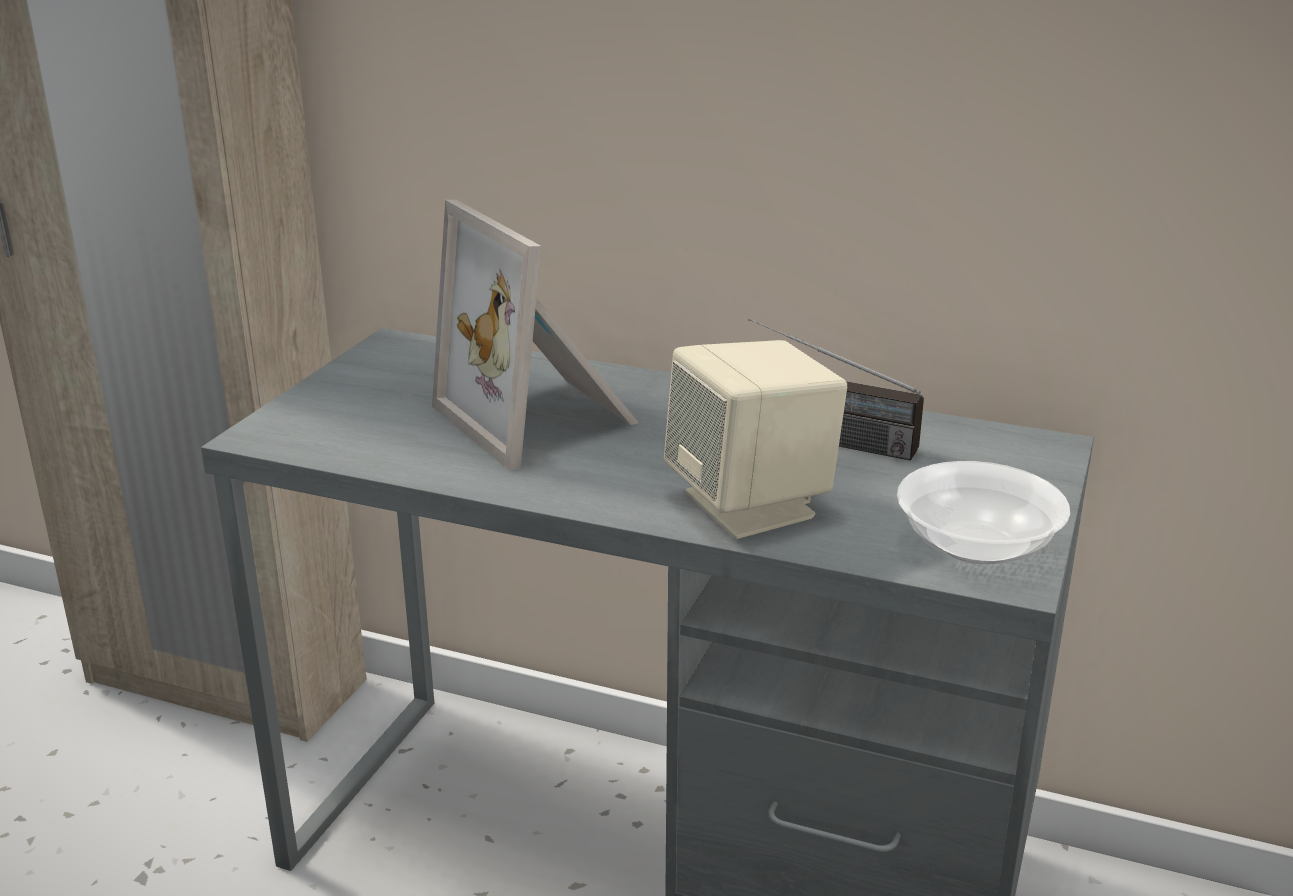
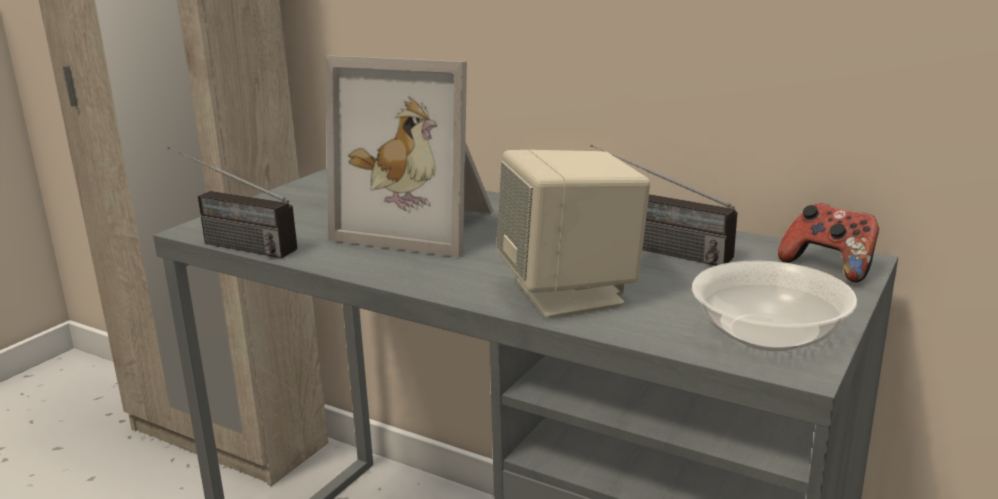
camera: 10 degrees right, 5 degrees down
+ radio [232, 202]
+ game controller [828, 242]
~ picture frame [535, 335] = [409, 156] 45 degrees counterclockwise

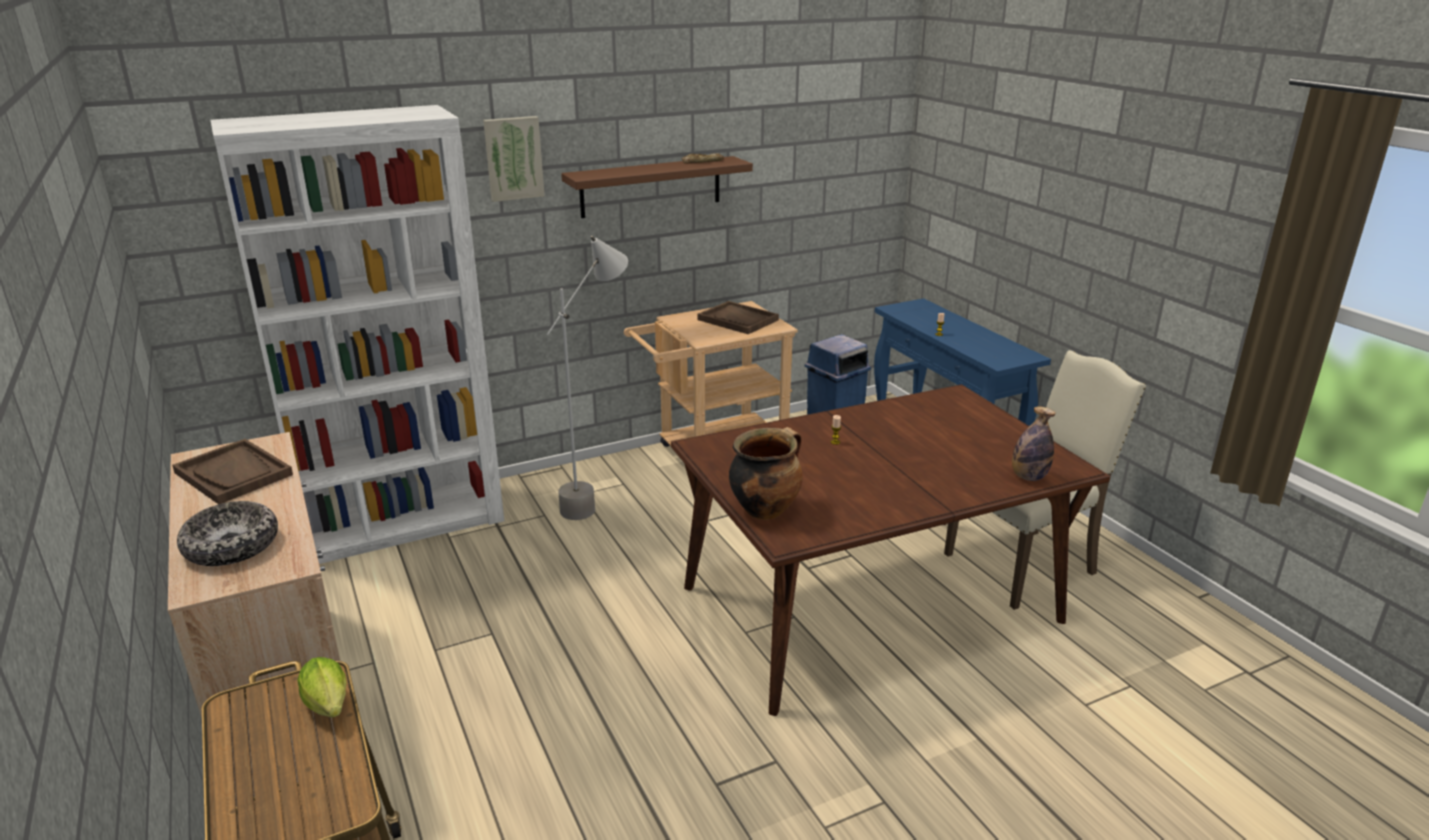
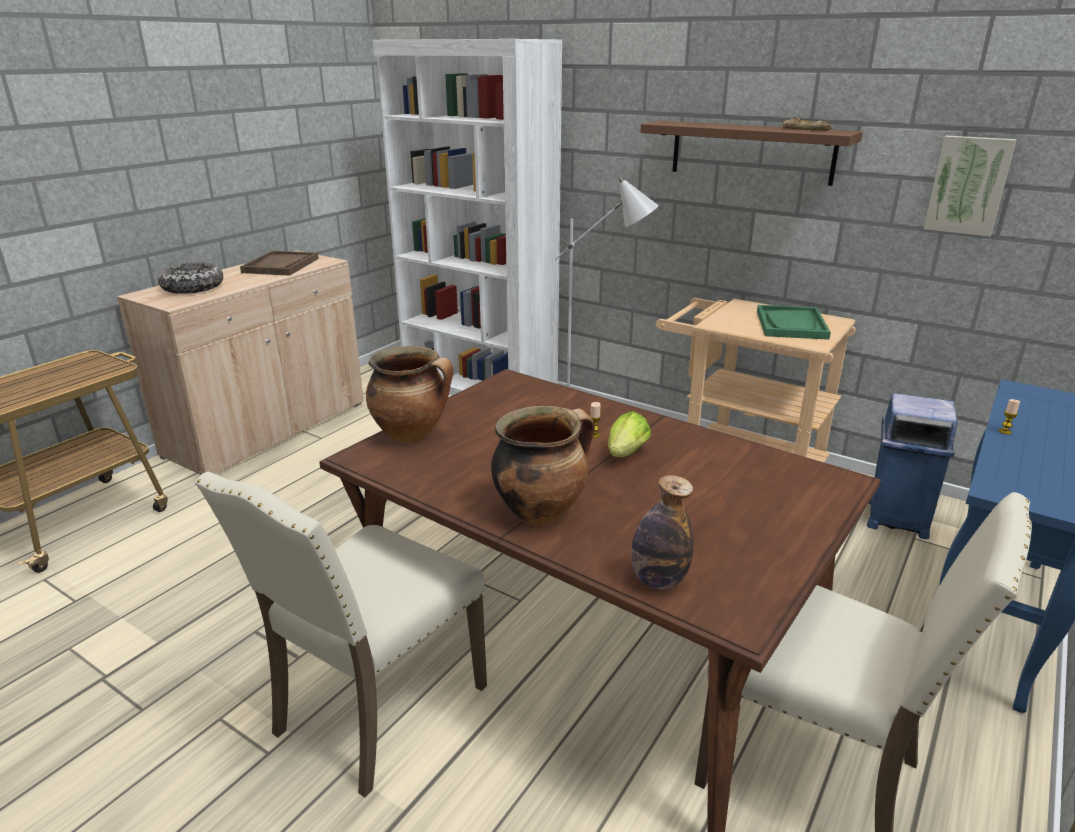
camera: 60 degrees right, 0 degrees up
+ chair (beige) [341, 635]
+ cooking pot [543, 465]
~ lettuce [322, 687] to [629, 434]
~ picture [514, 159] to [970, 186]
~ tray (brown) [738, 317] to tray (green) [794, 322]

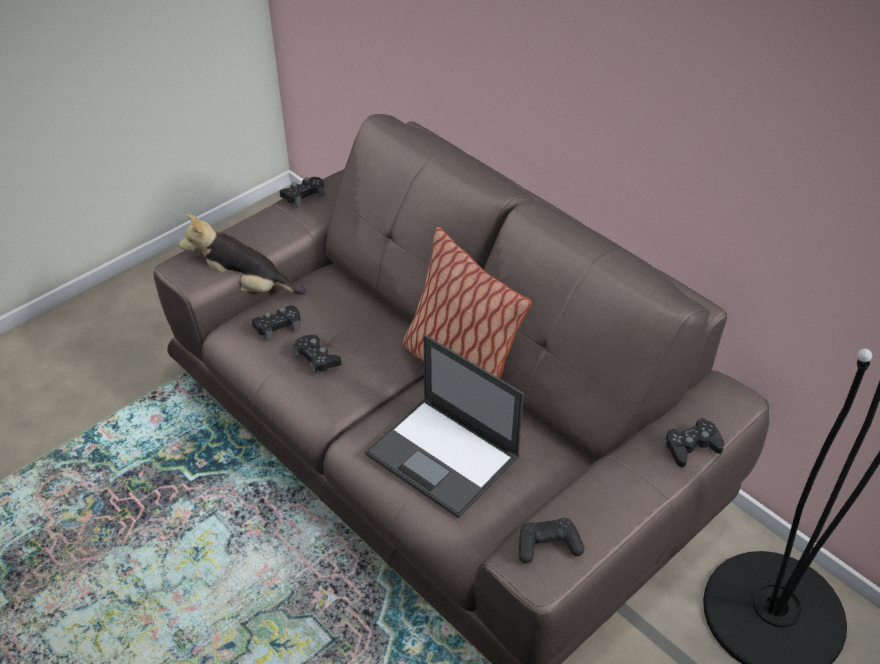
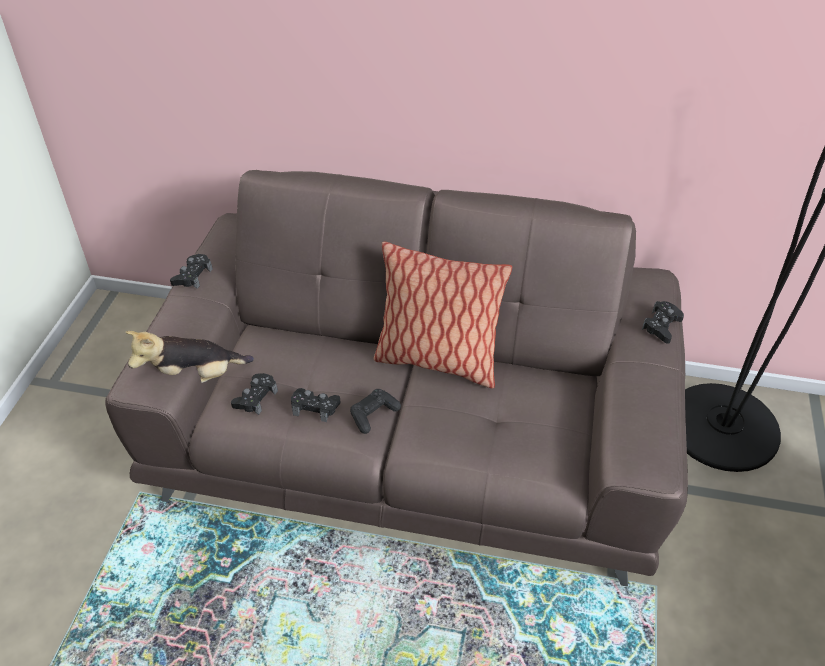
camera: 35 degrees left, 0 degrees up
- laptop [444, 427]
~ game controller (black) [551, 541] to [375, 411]

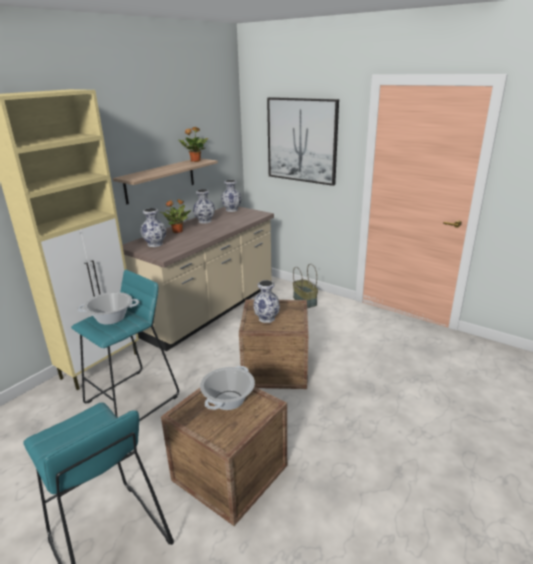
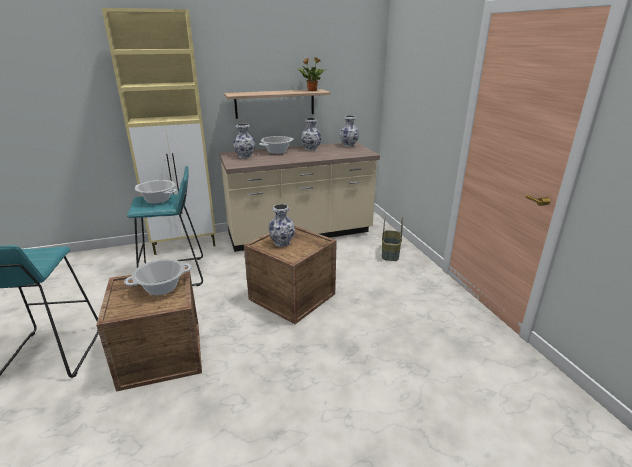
camera: 35 degrees right, 0 degrees up
- picture [303, 141]
~ potted plant [175, 216] to cooking pot [276, 145]

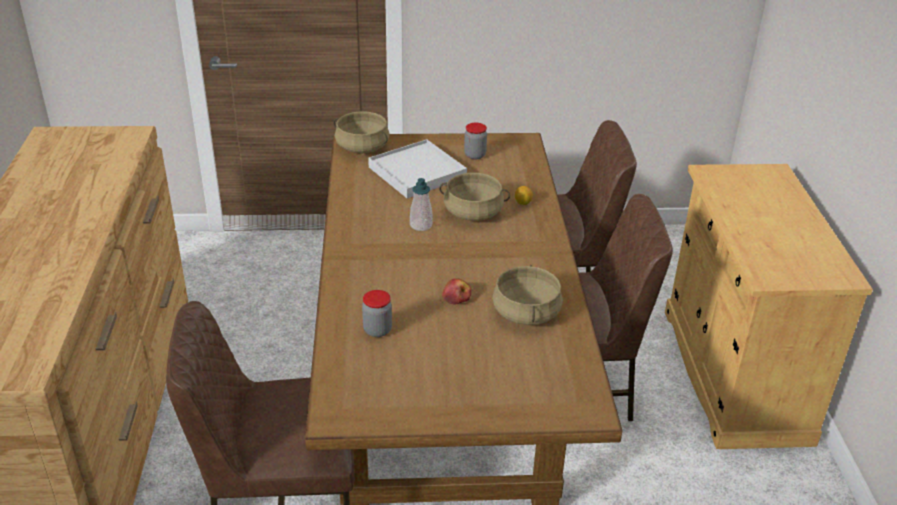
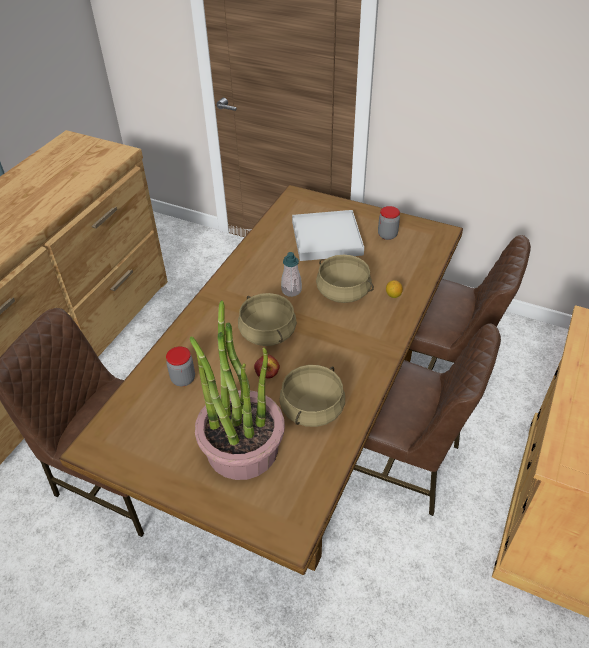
camera: 30 degrees right, 10 degrees up
+ potted plant [237, 390]
~ cooking pot (beige) [361, 132] to [267, 319]

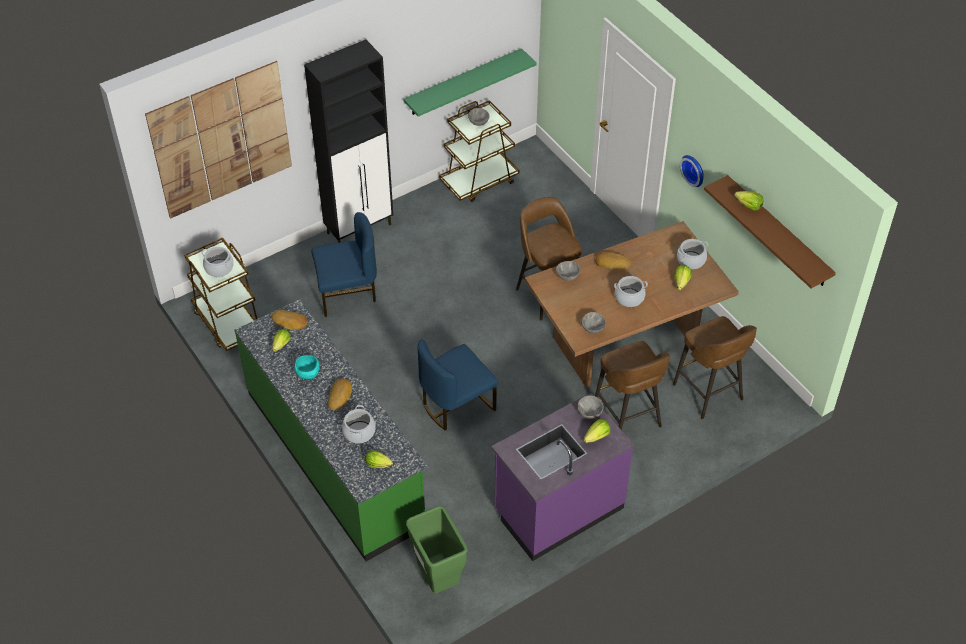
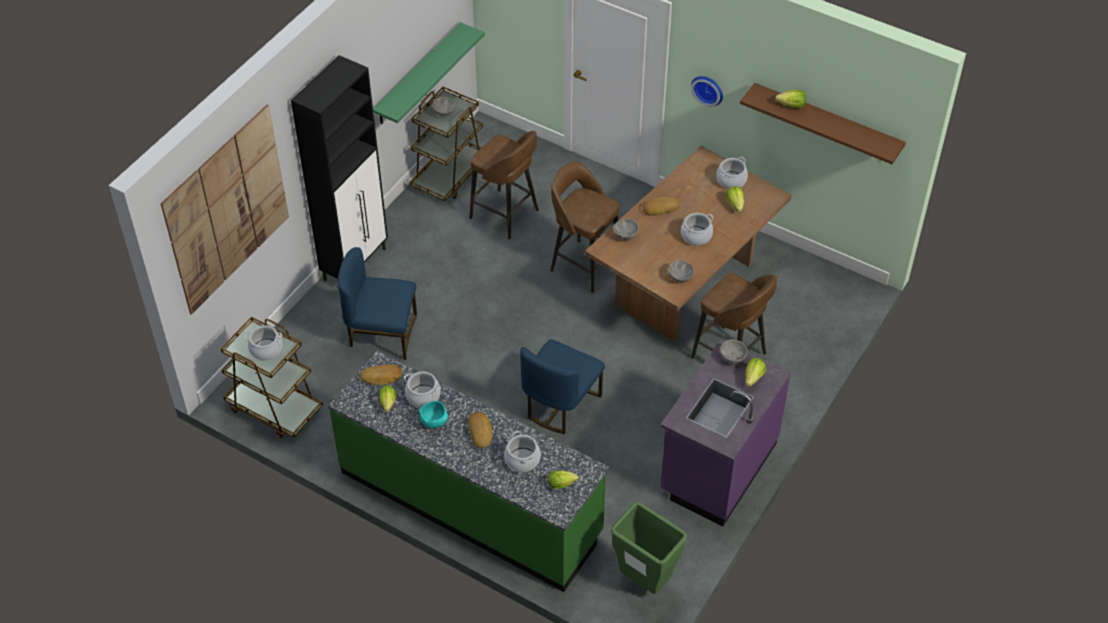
camera: 25 degrees left, 0 degrees up
+ cooking pot [422, 389]
~ stool (brown) [715, 367] to [504, 185]
~ chair (blue) [344, 264] = [377, 303] 135 degrees counterclockwise

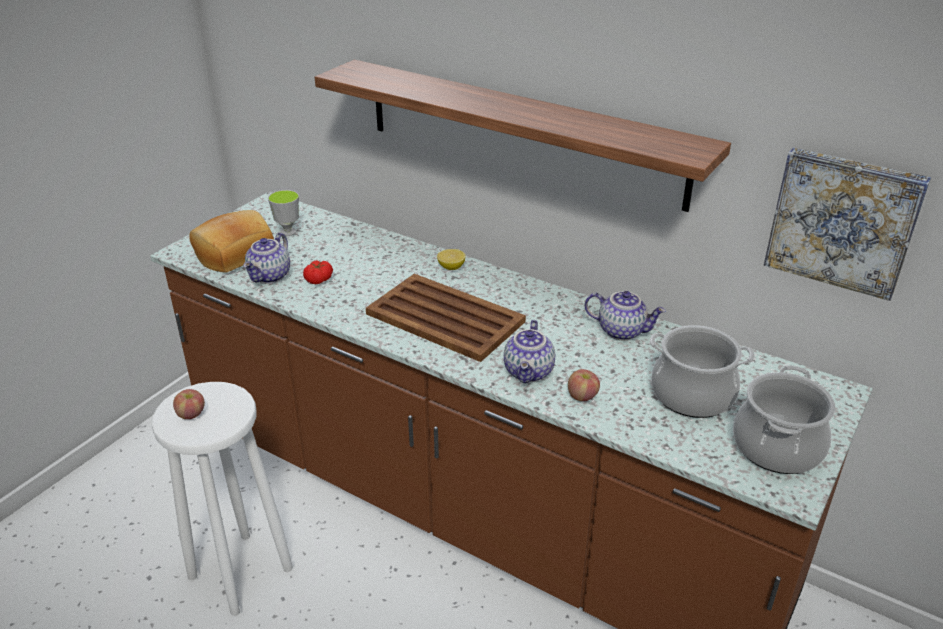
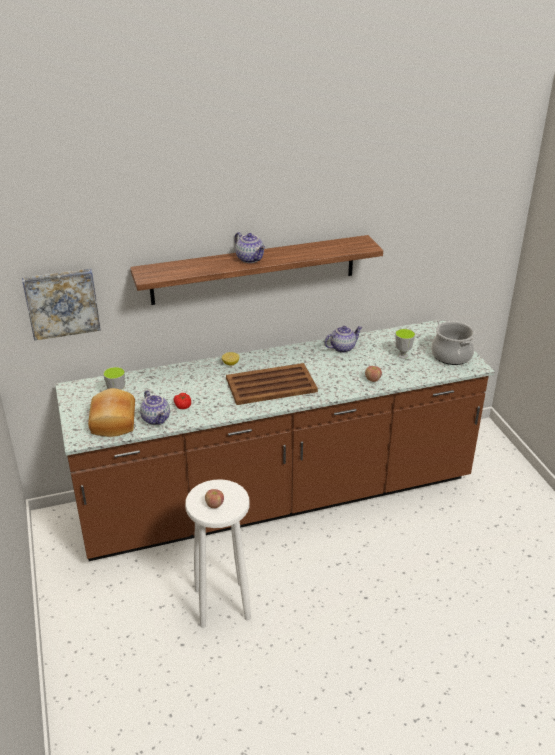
camera: 50 degrees left, 0 degrees up
~ teapot [529, 351] to [250, 247]
~ picture [847, 224] to [61, 304]
~ cooking pot [702, 371] to cup [405, 344]

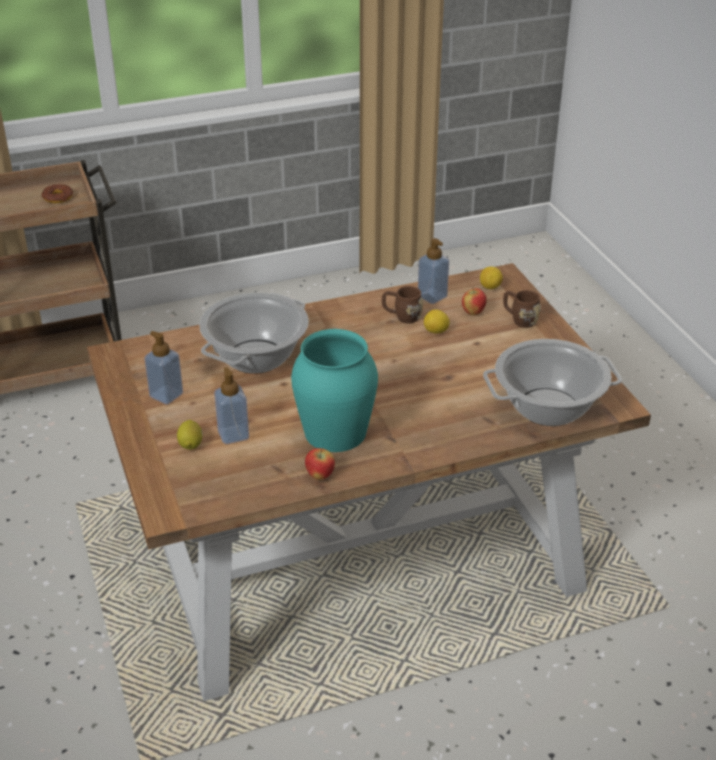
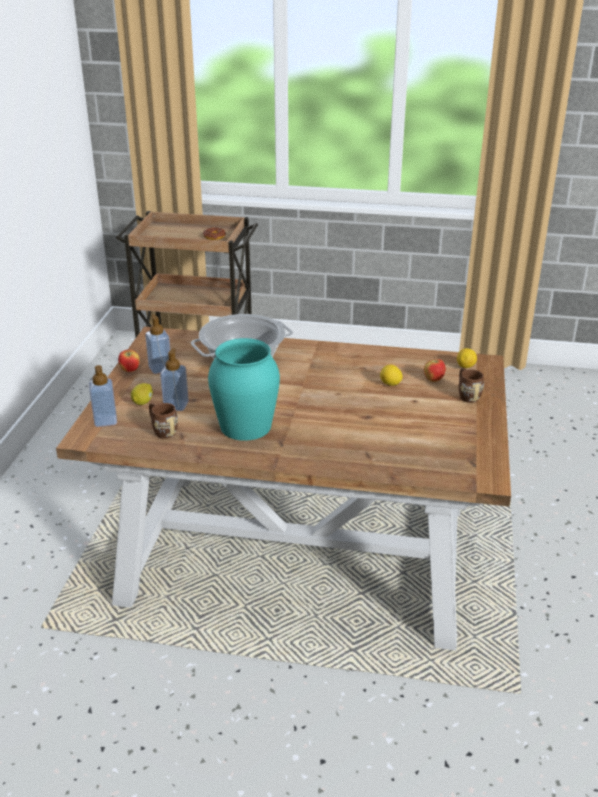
camera: 30 degrees right, 5 degrees down
- cooking pot [552, 382]
~ apple [320, 464] to [129, 360]
~ mug (brown) [402, 305] to [163, 421]
~ soap dispenser [433, 271] to [103, 396]

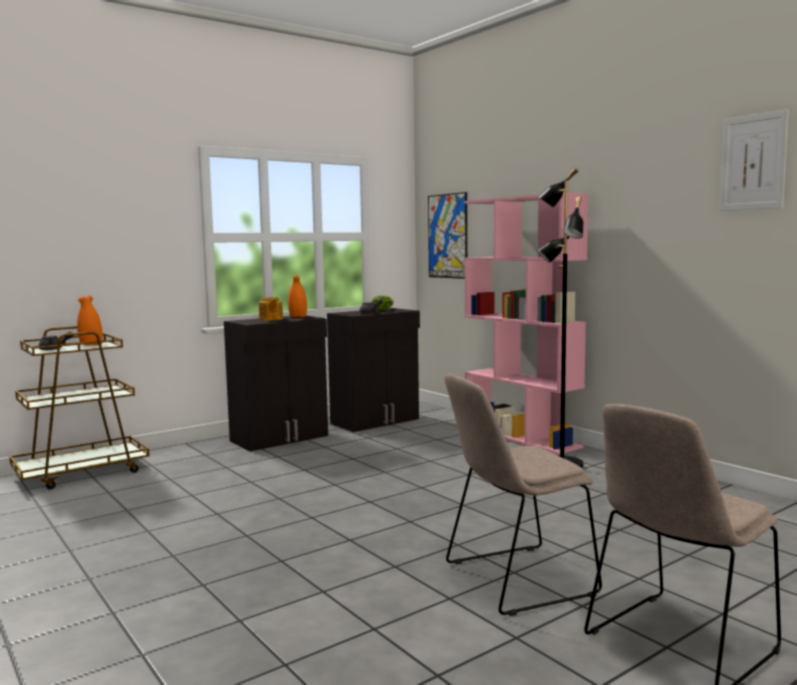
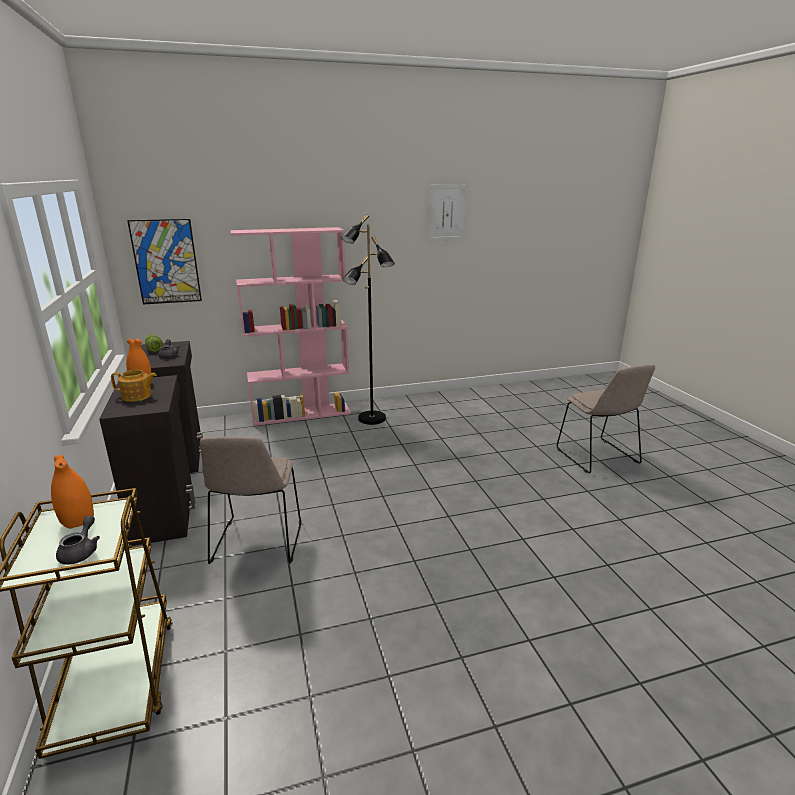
camera: 70 degrees left, 15 degrees up
~ chair (beige) [523, 495] to [251, 500]

